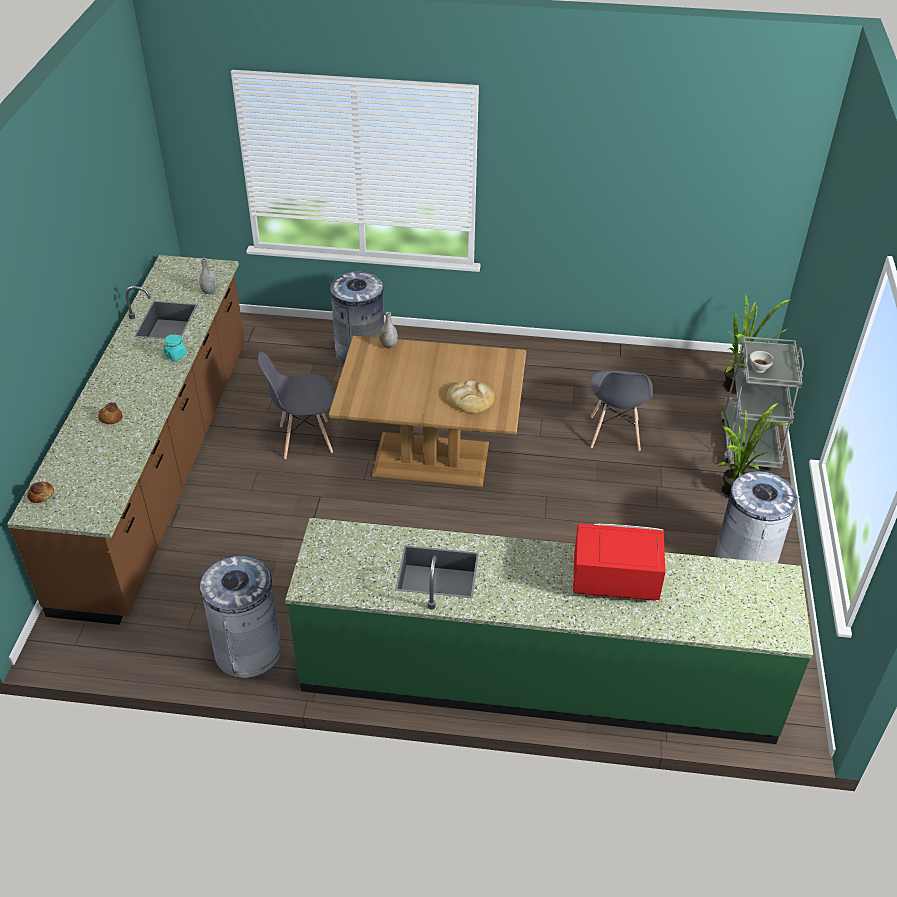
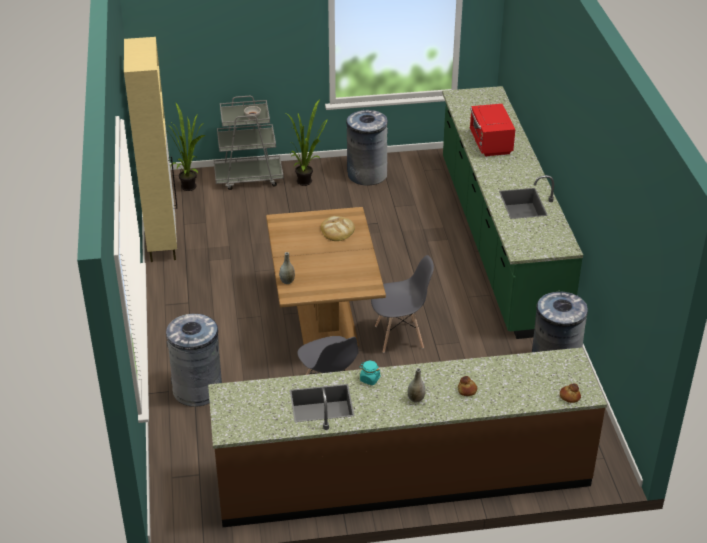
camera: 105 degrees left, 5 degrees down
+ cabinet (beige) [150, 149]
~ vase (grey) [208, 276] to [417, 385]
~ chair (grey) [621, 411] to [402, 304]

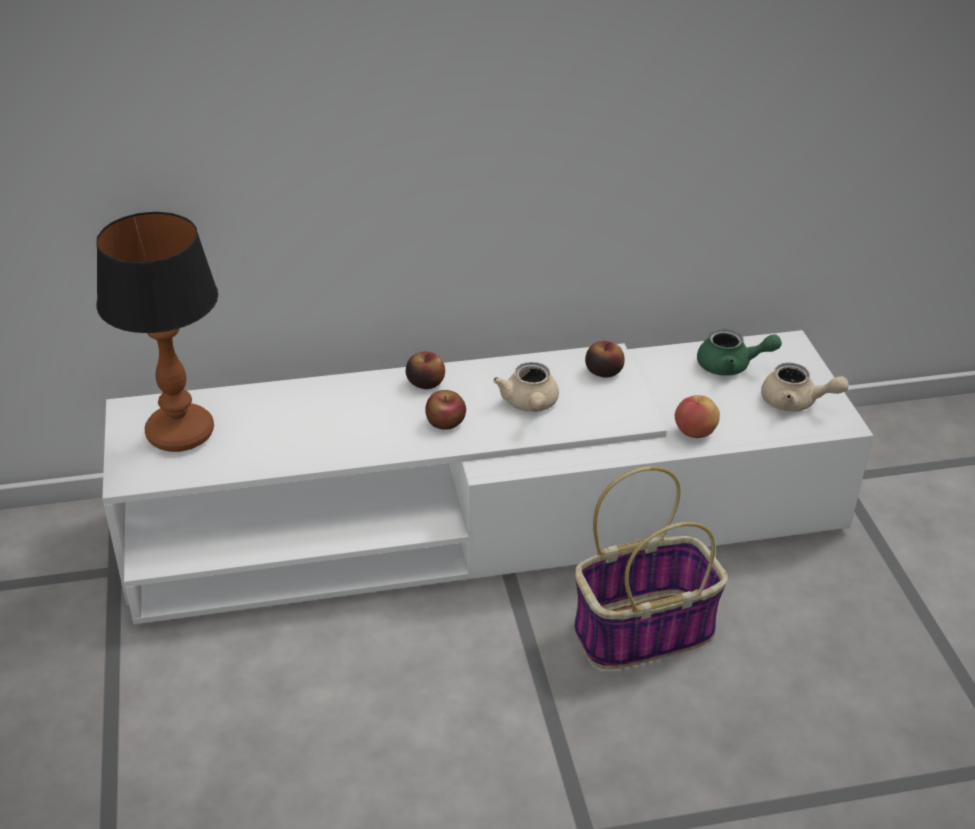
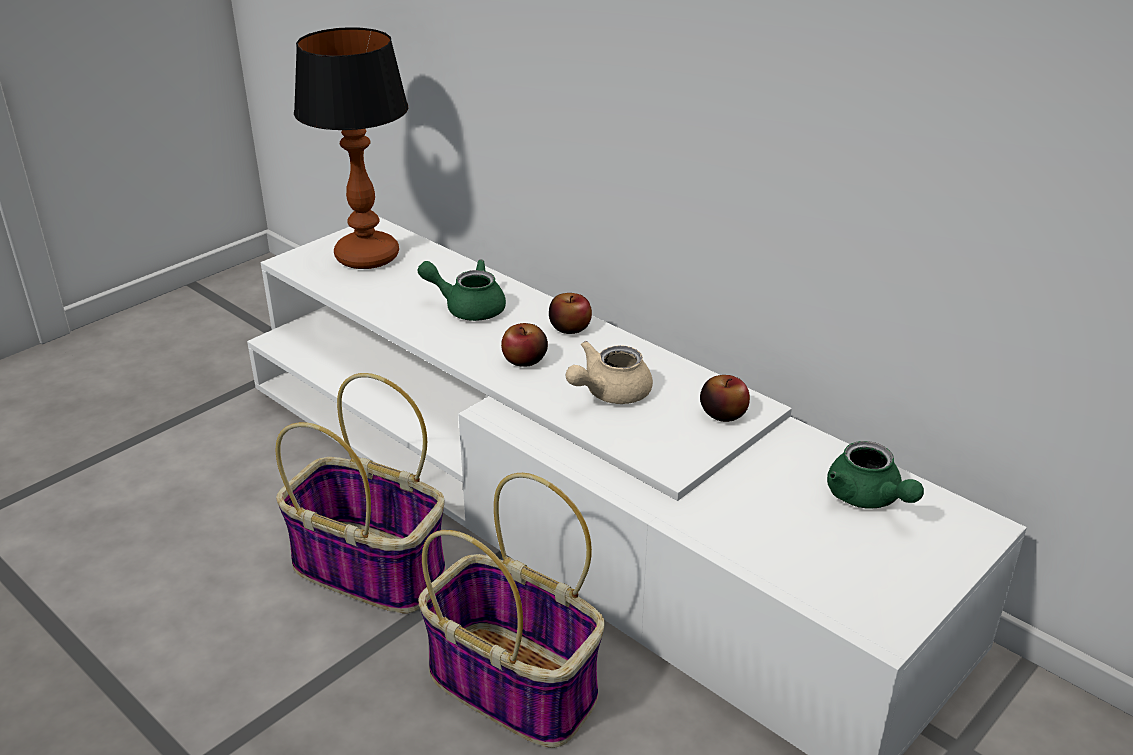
camera: 55 degrees right, 5 degrees down
- apple [697, 416]
- teapot (beige) [805, 387]
+ basket [361, 493]
+ teapot (green) [461, 290]

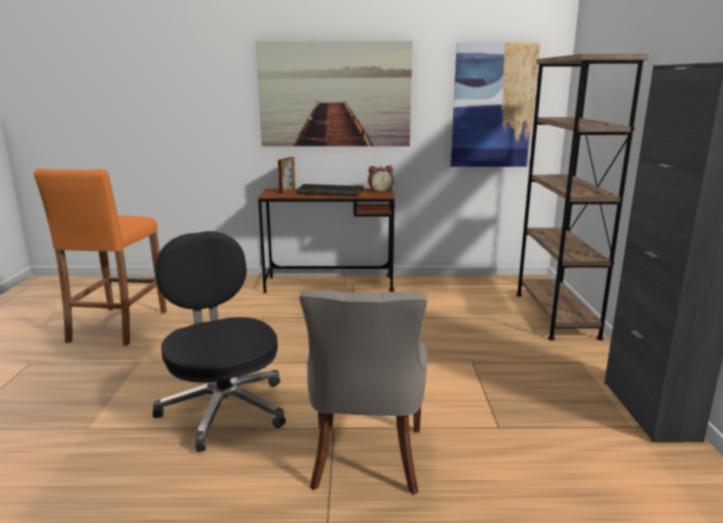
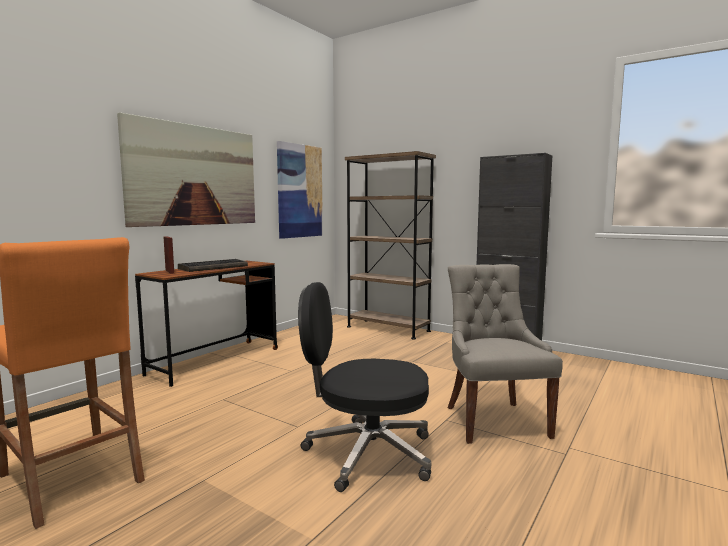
camera: 55 degrees left, 10 degrees down
- alarm clock [381, 179]
~ chair (grey) [363, 392] = [505, 354] 135 degrees counterclockwise

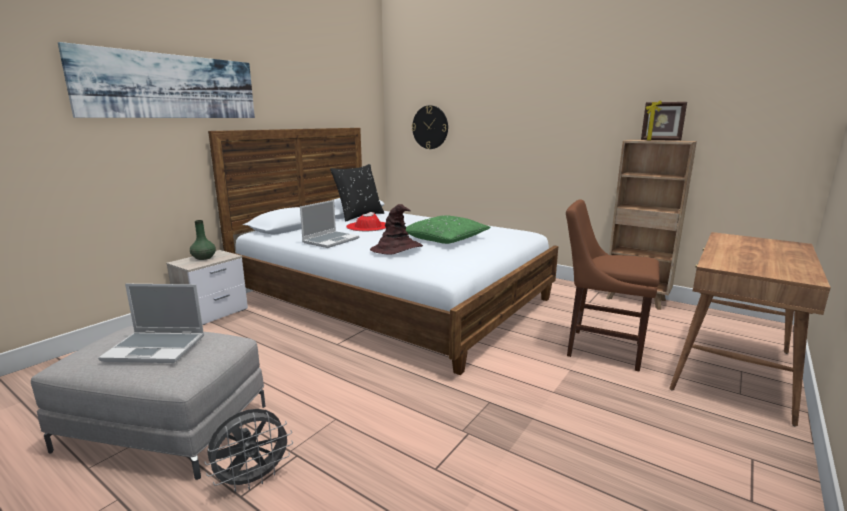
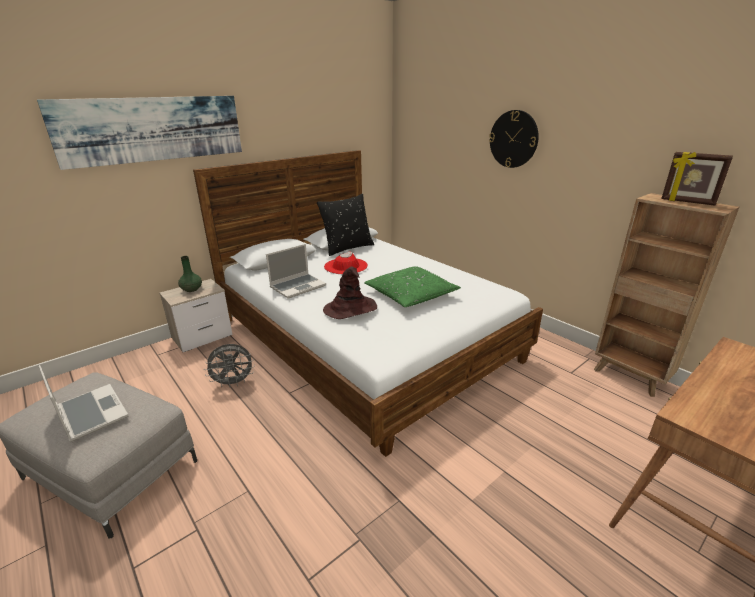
camera: 15 degrees right, 10 degrees up
- chair (brown) [613, 286]
~ fan (grey) [248, 450] to [229, 365]
~ wall clock [430, 127] to [514, 139]
~ laptop [151, 323] = [84, 403] 150 degrees counterclockwise

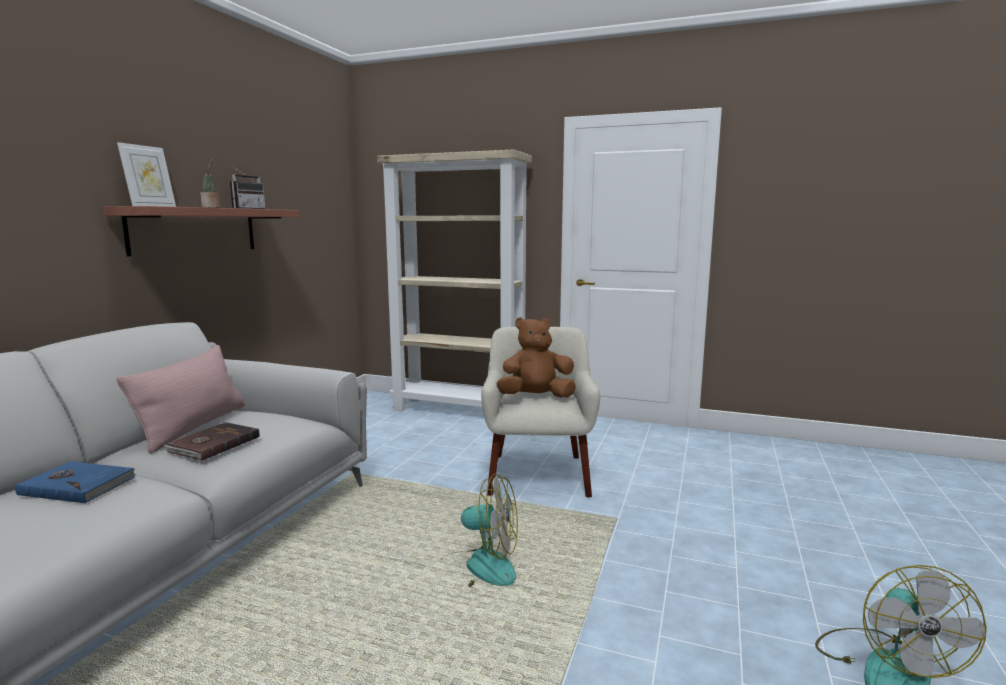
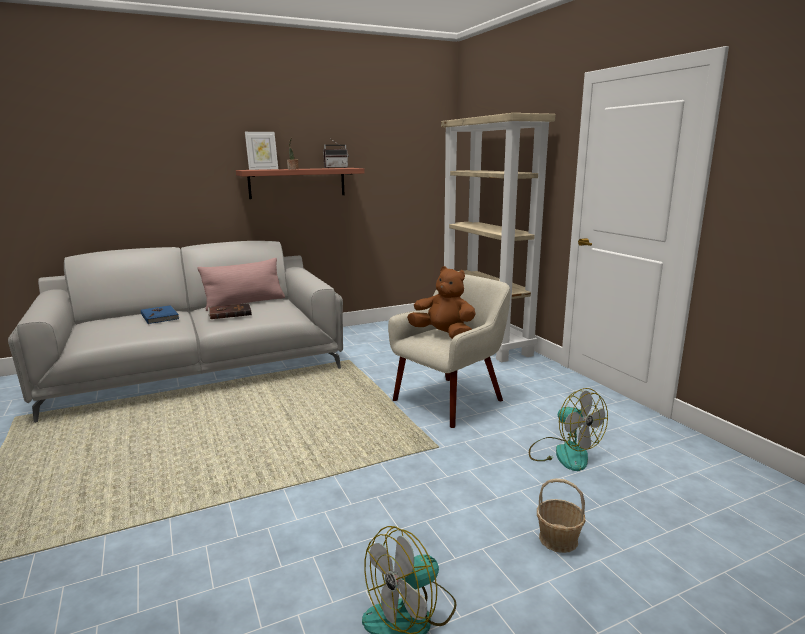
camera: 45 degrees right, 5 degrees up
+ basket [561, 515]
~ fan [484, 530] to [568, 429]

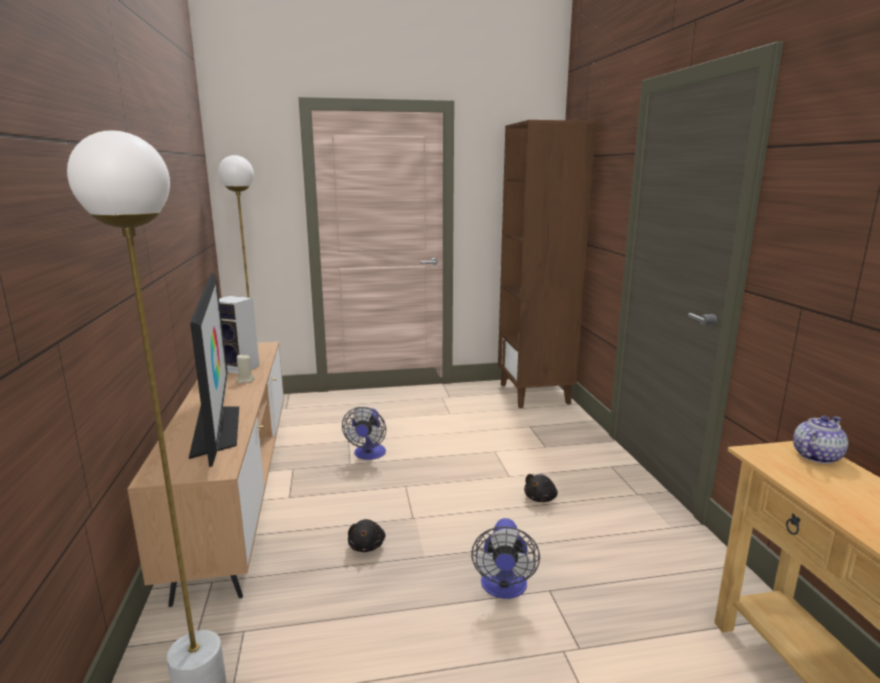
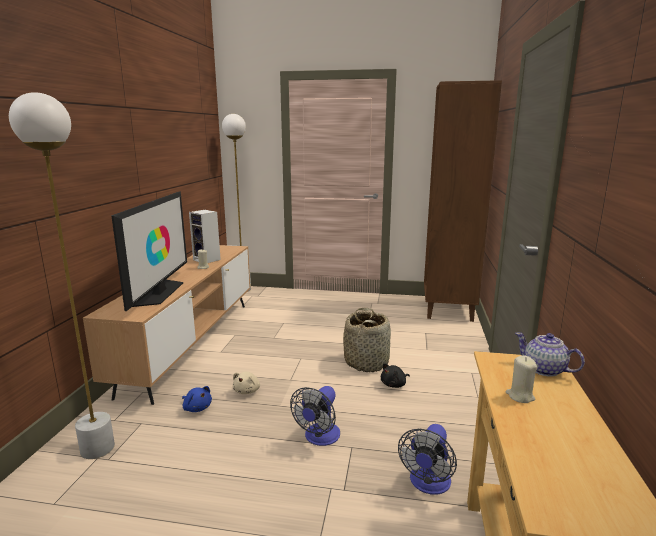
camera: 20 degrees right, 0 degrees up
+ plush toy (blue) [197, 399]
+ basket [367, 340]
+ candle (beige) [522, 379]
~ fan [364, 433] to [427, 459]
~ plush toy (black) [366, 535] to plush toy (beige) [246, 383]
~ teapot [820, 440] = [550, 354] 120 degrees counterclockwise

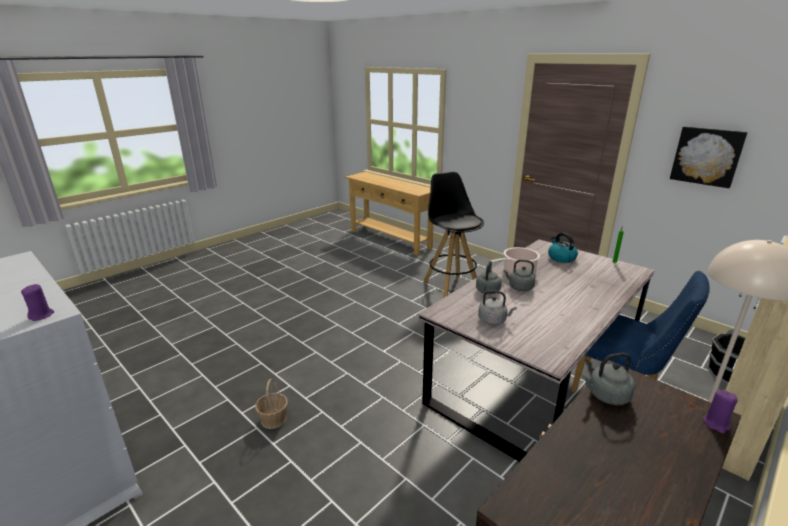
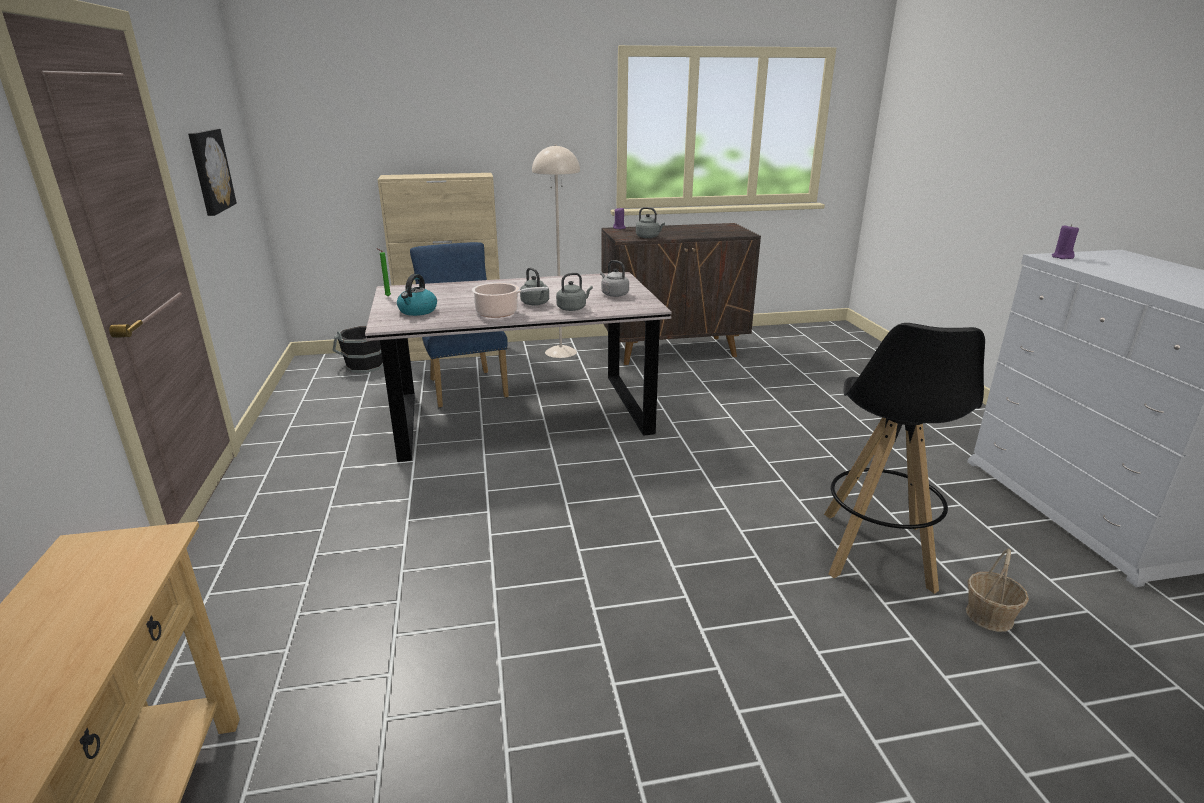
camera: 145 degrees left, 0 degrees up
~ basket [271, 404] to [997, 590]
~ stool (black) [453, 234] to [904, 458]

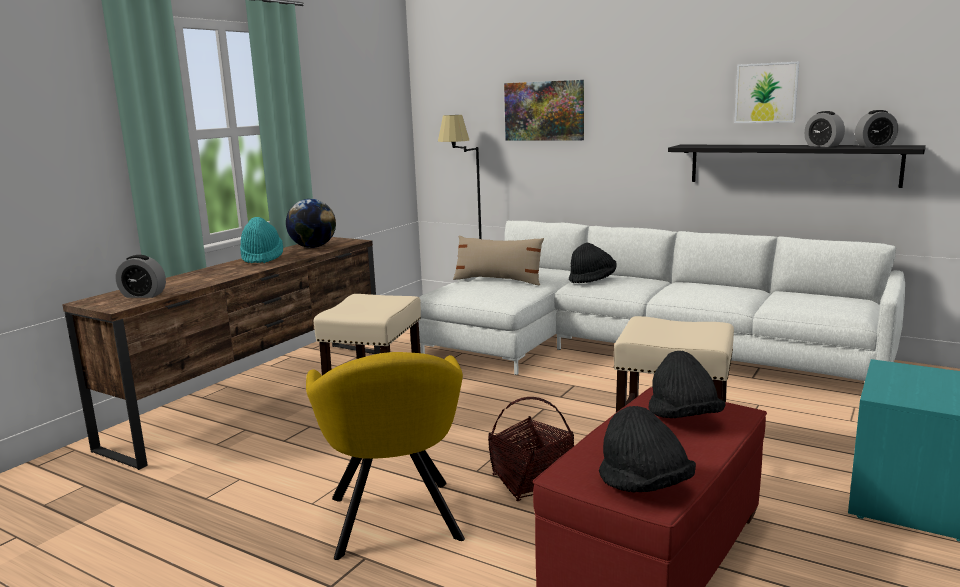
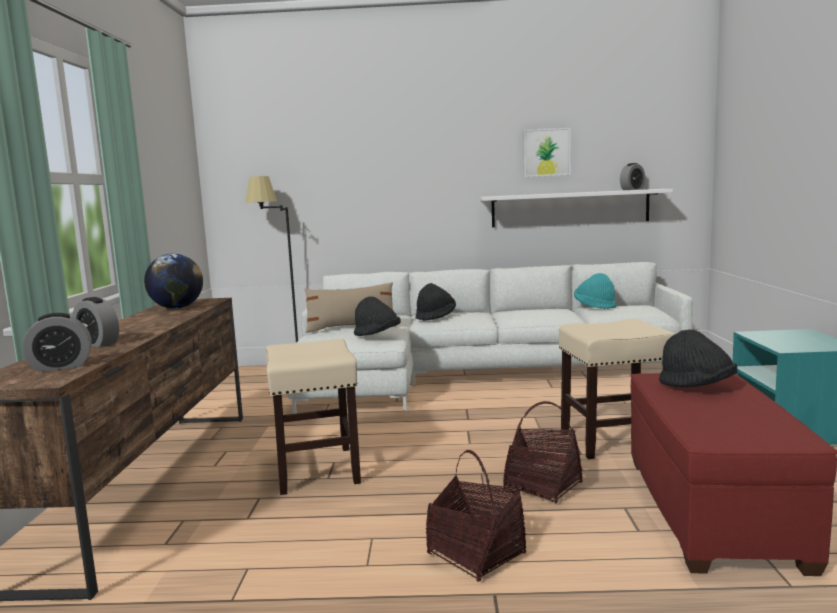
camera: 30 degrees left, 5 degrees down
- picture [544, 110]
~ hat (turquoise) [261, 240] to [595, 291]
~ hat (black) [647, 449] to [377, 316]
~ alarm clock [824, 129] to [95, 322]
~ armchair (yellow) [385, 456] to basket [476, 516]
~ shelf (black) [797, 166] to shelf (white) [576, 208]

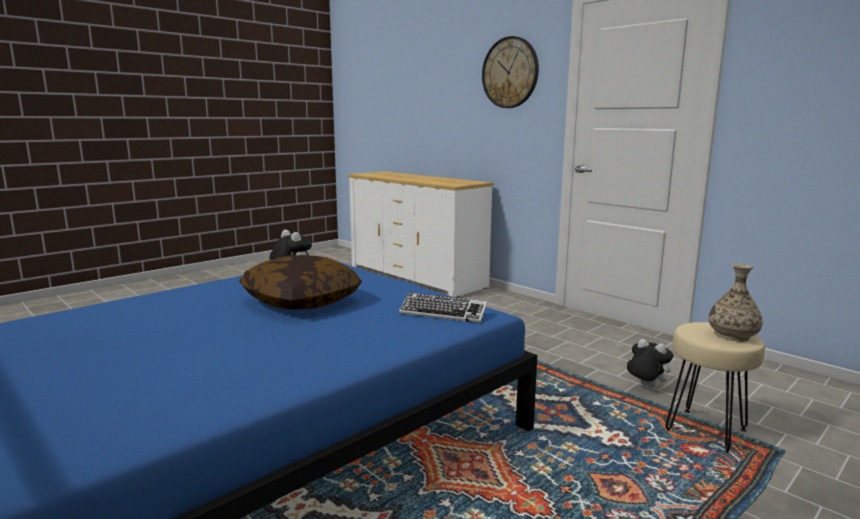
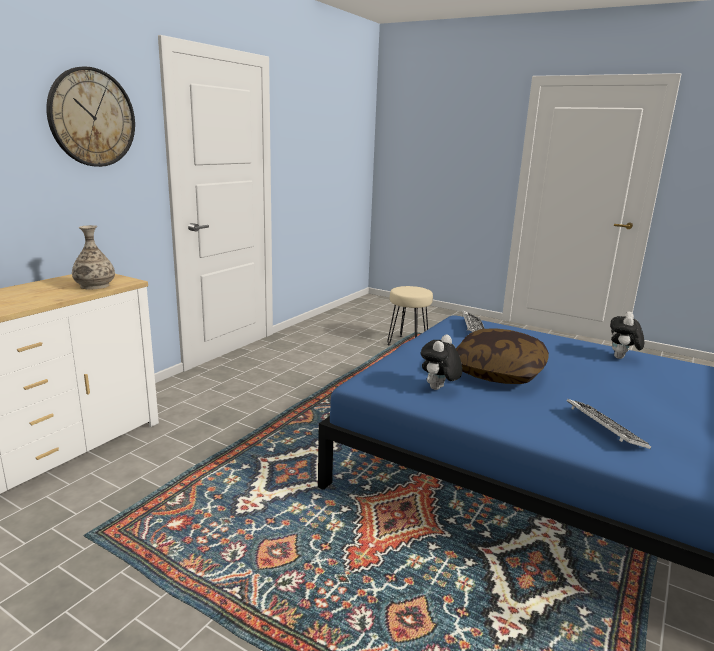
camera: 105 degrees left, 5 degrees up
+ keyboard [609, 424]
~ plush toy [649, 363] to [627, 335]
~ vase [735, 303] to [93, 257]

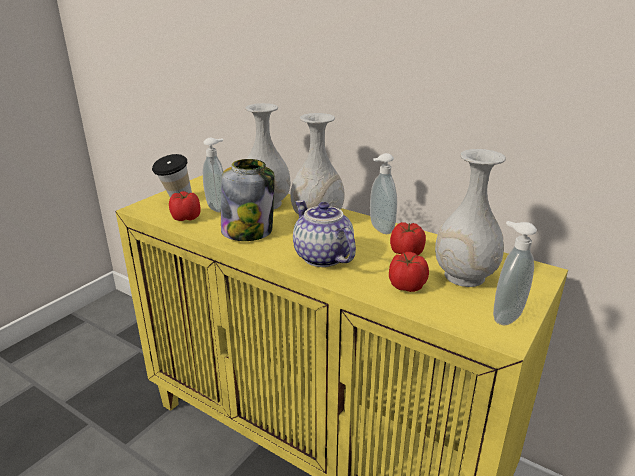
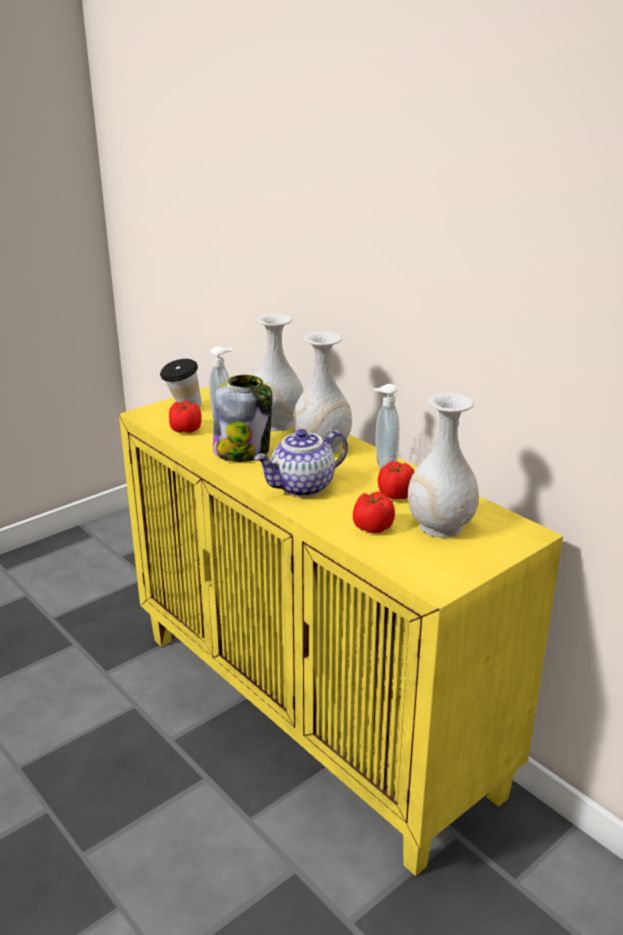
camera: 15 degrees right, 0 degrees up
- soap dispenser [515, 273]
~ teapot [324, 233] = [301, 463] 105 degrees counterclockwise

